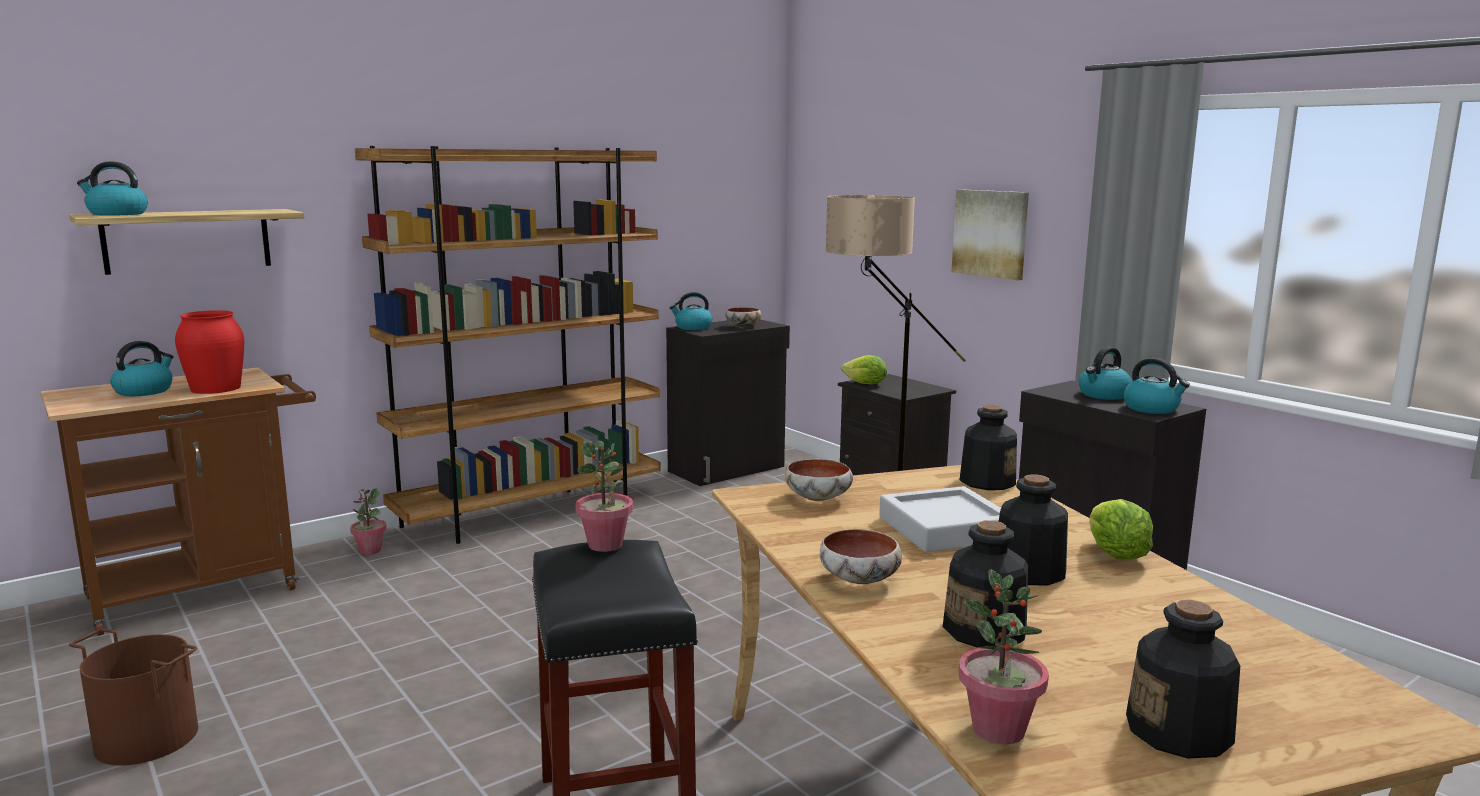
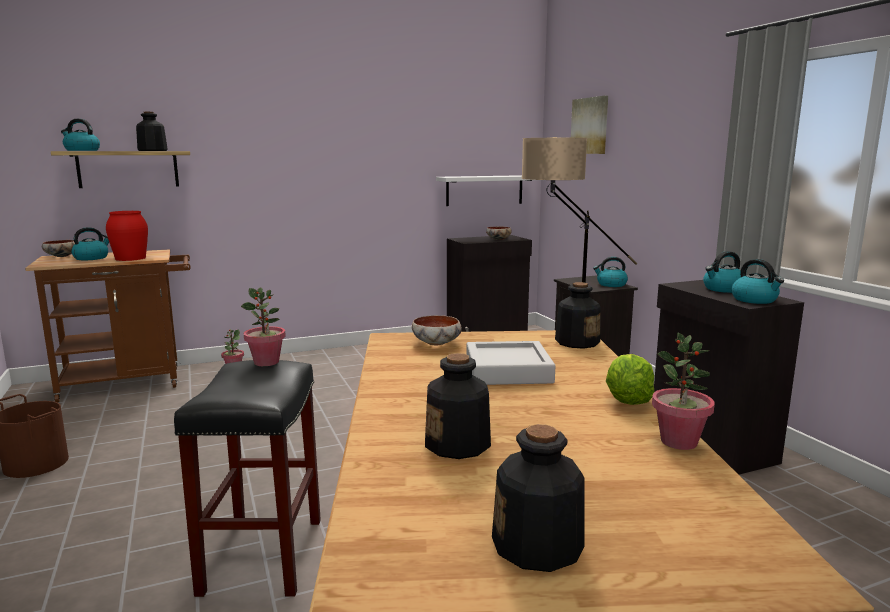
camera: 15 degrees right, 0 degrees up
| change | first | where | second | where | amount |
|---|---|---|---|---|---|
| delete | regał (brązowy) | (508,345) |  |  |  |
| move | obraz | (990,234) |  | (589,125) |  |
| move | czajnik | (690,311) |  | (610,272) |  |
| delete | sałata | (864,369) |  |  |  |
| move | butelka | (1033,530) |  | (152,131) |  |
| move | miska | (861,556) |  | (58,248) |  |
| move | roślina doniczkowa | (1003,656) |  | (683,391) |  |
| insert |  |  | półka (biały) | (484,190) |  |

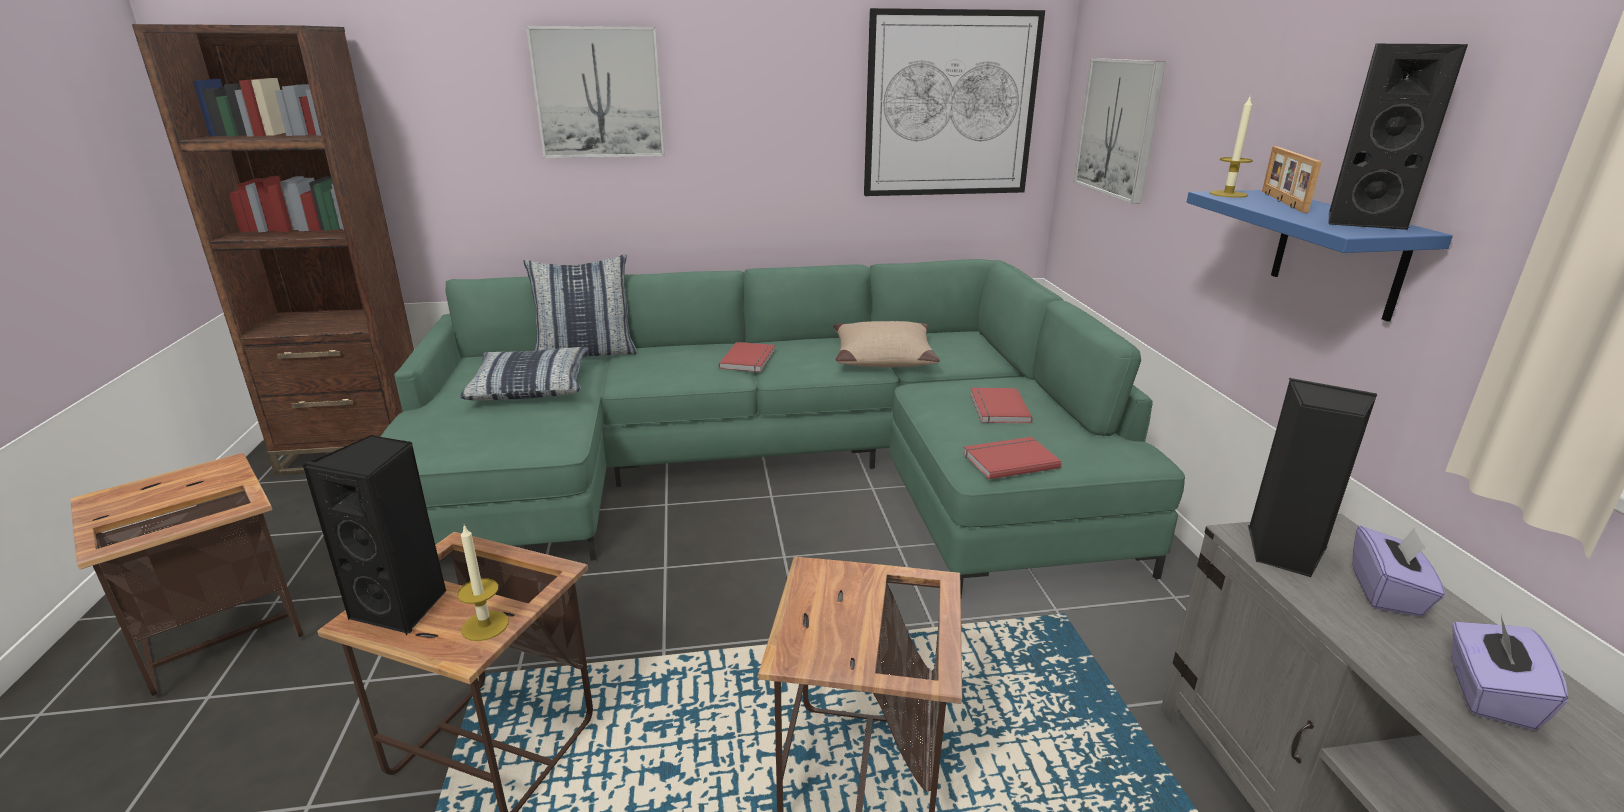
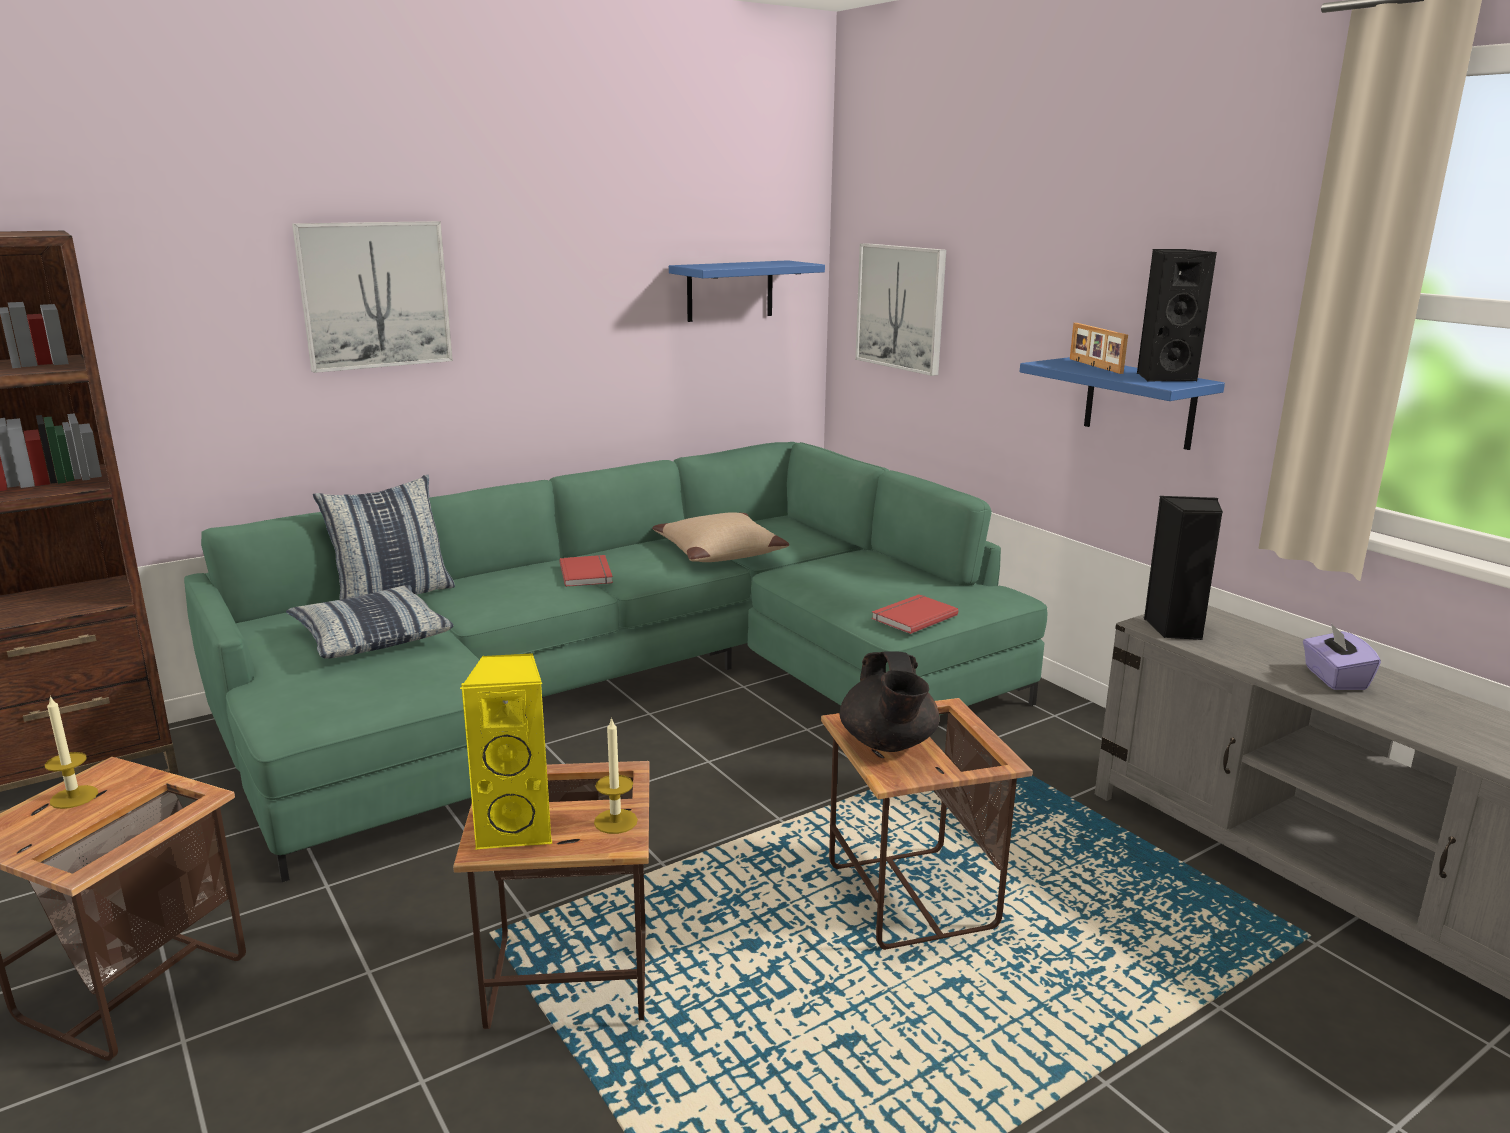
camera: 25 degrees left, 5 degrees down
| change | first | where | second | where | amount |
|---|---|---|---|---|---|
| replace | obraz | (954,102) | półka (niebieski) | (747,291) |  |
| move | świeca | (1231,146) |  | (71,752) |  |
| delete | książka (czerwony) | (1001,405) |  |  |  |
| recolor | głośnik (czarny) | (375,535) | głośnik (żółty) | (506,751) |  |
| delete | pudełko chusteczek (fioletowy) | (1398,571) |  |  |  |
| insert |  |  | imbryk (czarny) | (889,701) |  |

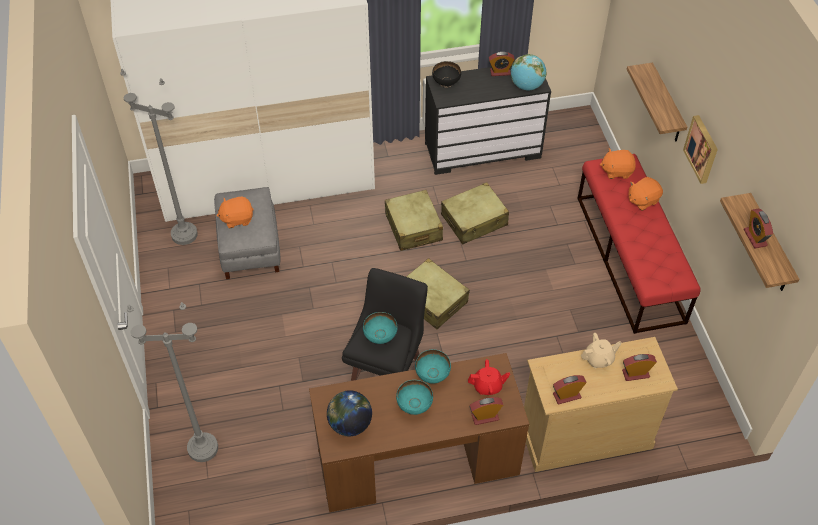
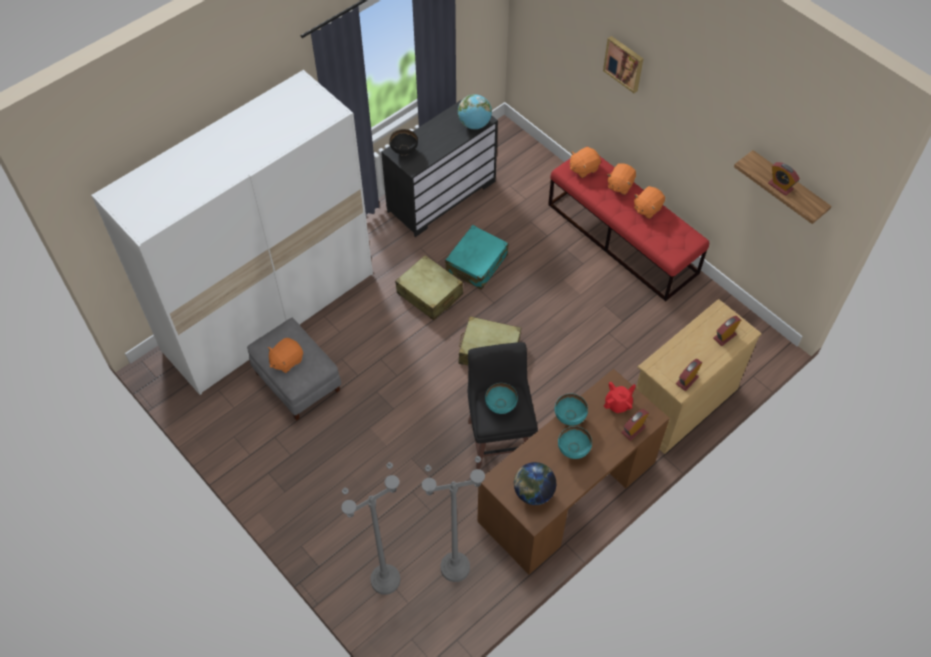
camera: 30 degrees left, 5 degrees up
| change | first | where | second | where | amount |
|---|---|---|---|---|---|
| delete | budzik | (501,64) |  |  |  |
| delete | półka | (657,102) |  |  |  |
| move | lampa stojąca (szary) | (159,157) |  | (453,519) |  |
| move | obraz | (700,149) |  | (623,64) |  |
| recolor | walizka (beżowy) | (475,213) | walizka (turkusowy) | (476,257) |  |
| delete | imbryk (beżowy) | (601,350) |  |  |  |
| insert |  |  | pluszak (pomarańczowy) | (649,202) |  |

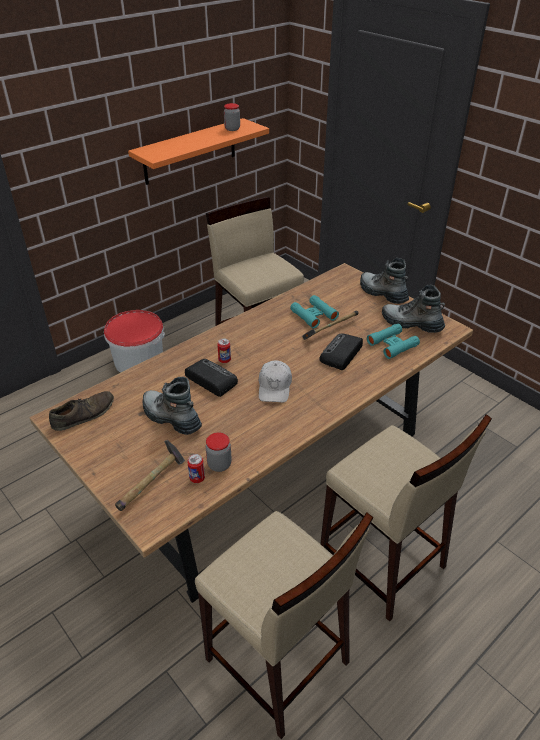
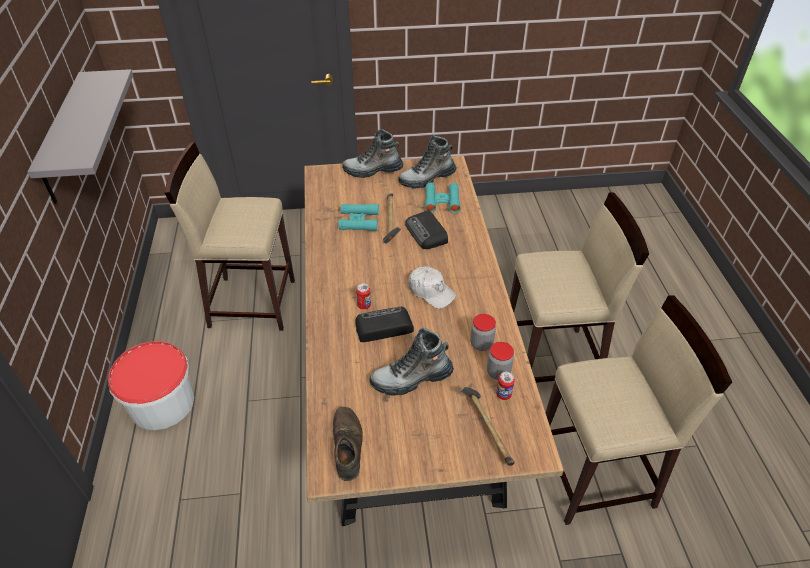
camera: 55 degrees left, 5 degrees up
| change | first | where | second | where | amount |
|---|---|---|---|---|---|
| move | słoik | (232,117) |  | (483,332) |  |
| recolor | półka (pomarańczowy) | (198,151) | półka (szary) | (80,136) |  |

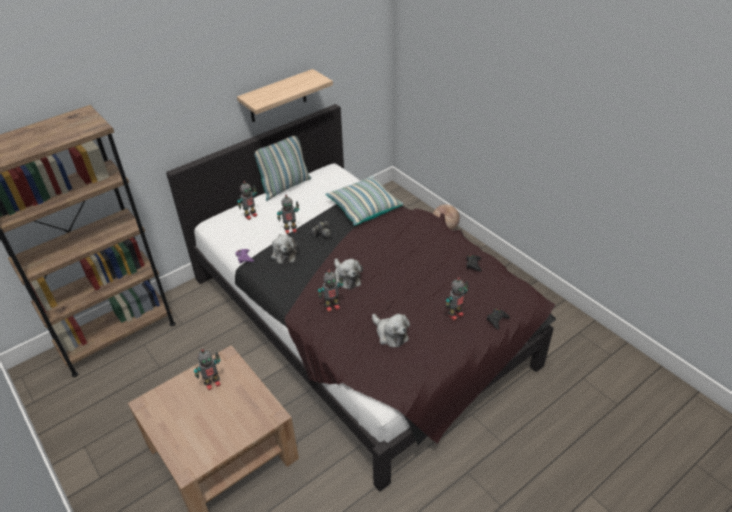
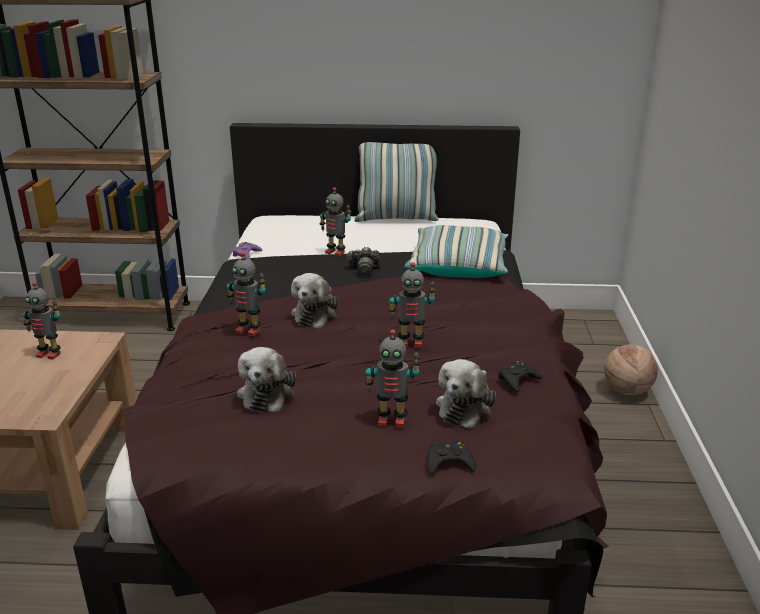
camera: 40 degrees right, 15 degrees down
| change | first | where | second | where | amount |
|---|---|---|---|---|---|
| delete | półka | (285,95) |  |  |  |
| move | robot zabawkowy | (247,200) |  | (412,305) |  |
| move | pluszak | (285,249) |  | (466,394) |  |

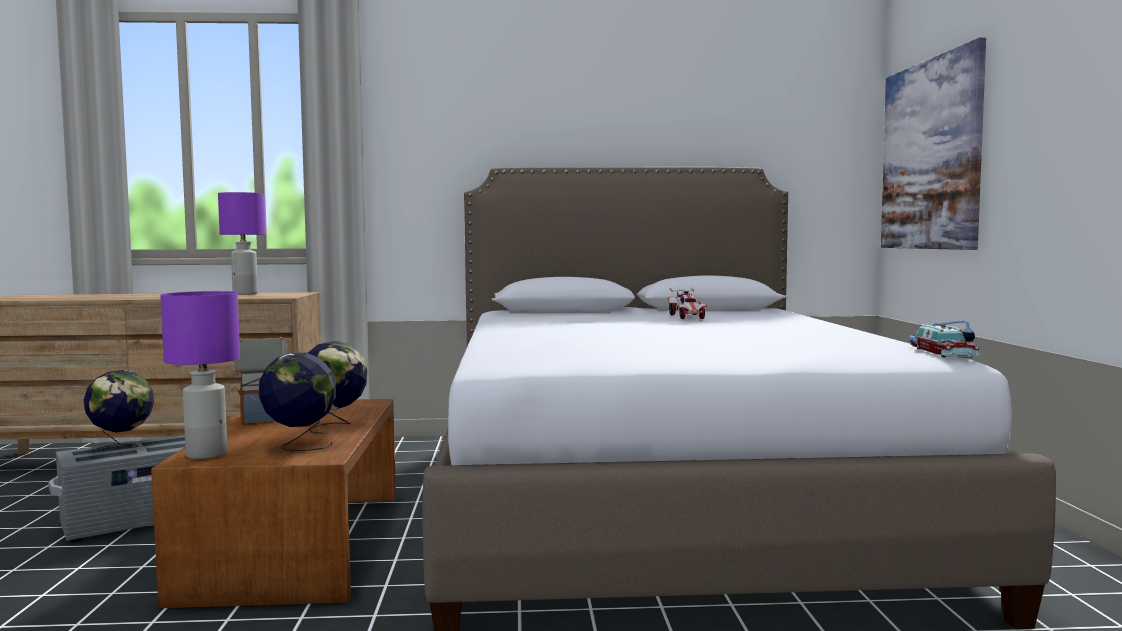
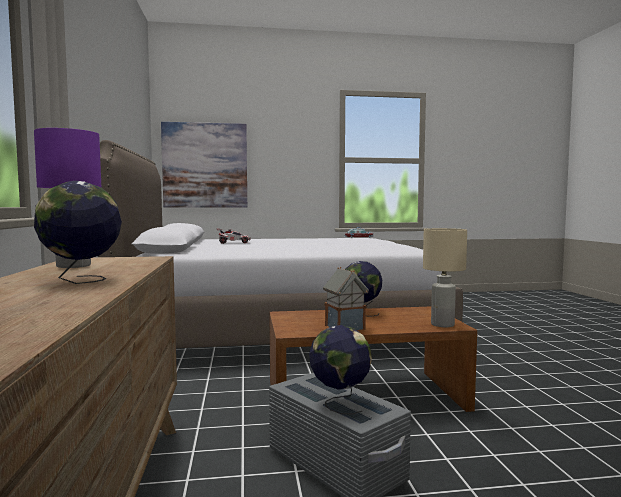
camera: 95 degrees left, 0 degrees up
| change | first | where | second | where | amount |
|---|---|---|---|---|---|
| recolor | lampa stołowa (fioletowy) | (200,375) | lampa stołowa (beżowy) | (445,277) |  |
| move | globus | (298,401) |  | (78,232) |  |

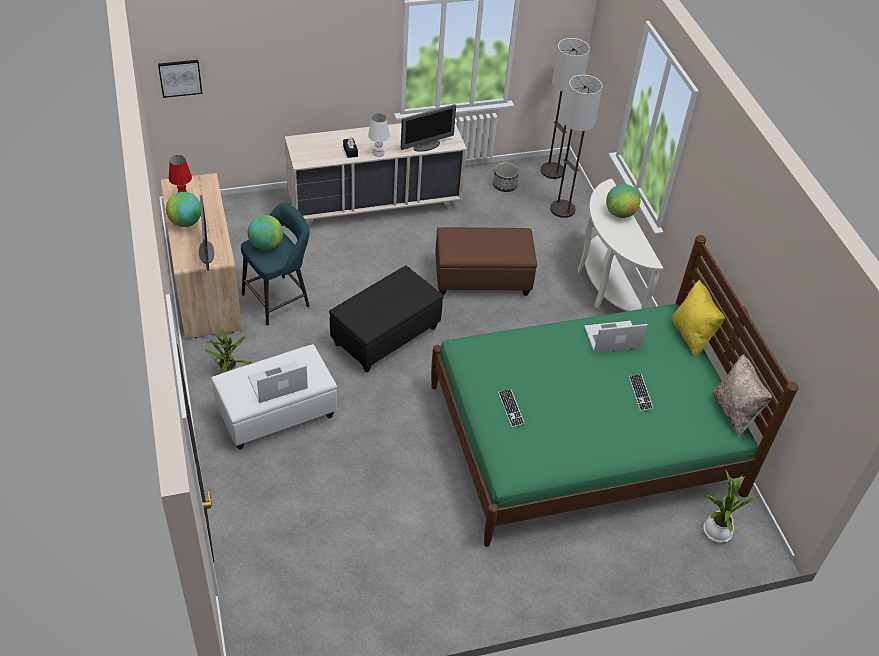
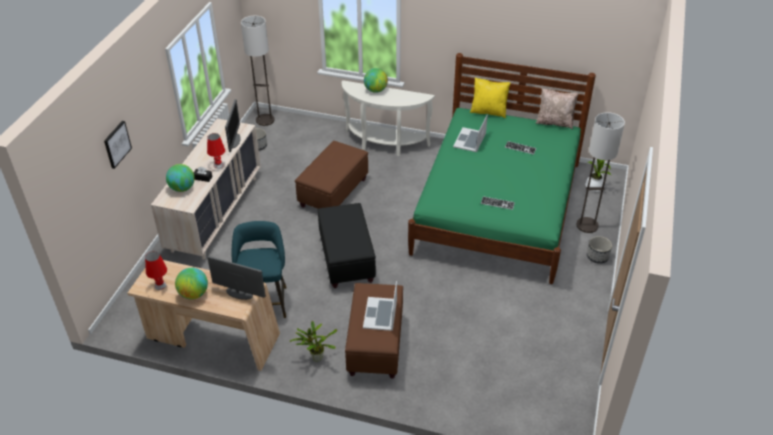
camera: 55 degrees left, 5 degrees down
| change | first | where | second | where | amount |
|---|---|---|---|---|---|
| move | obraz | (180,79) |  | (118,145) |  |
| move | lampa stojąca | (576,146) |  | (600,172) |  |
| recolor | lampa stołowa (biały) | (379,135) | lampa stołowa (czerwony) | (216,151) |  |
| move | globus | (265,232) |  | (180,178) |  |
| recolor | pufa (biały) | (274,397) | pufa (brązowy) | (374,331) |  |
| insert |  |  | donica | (599,250) |  |

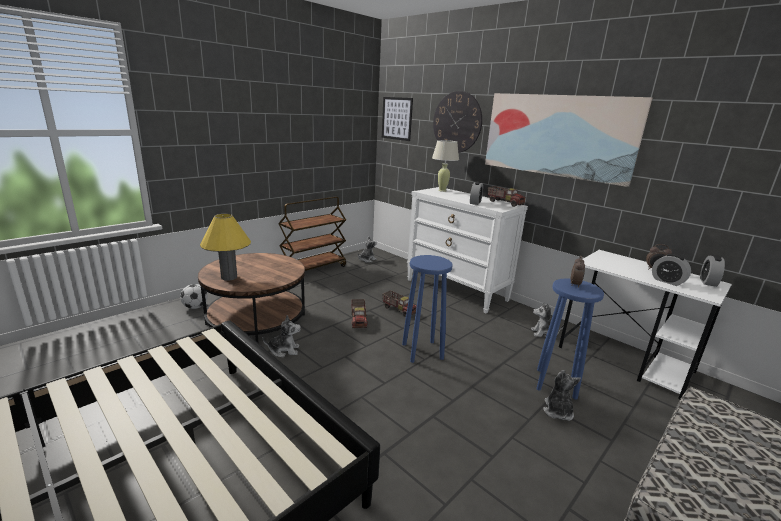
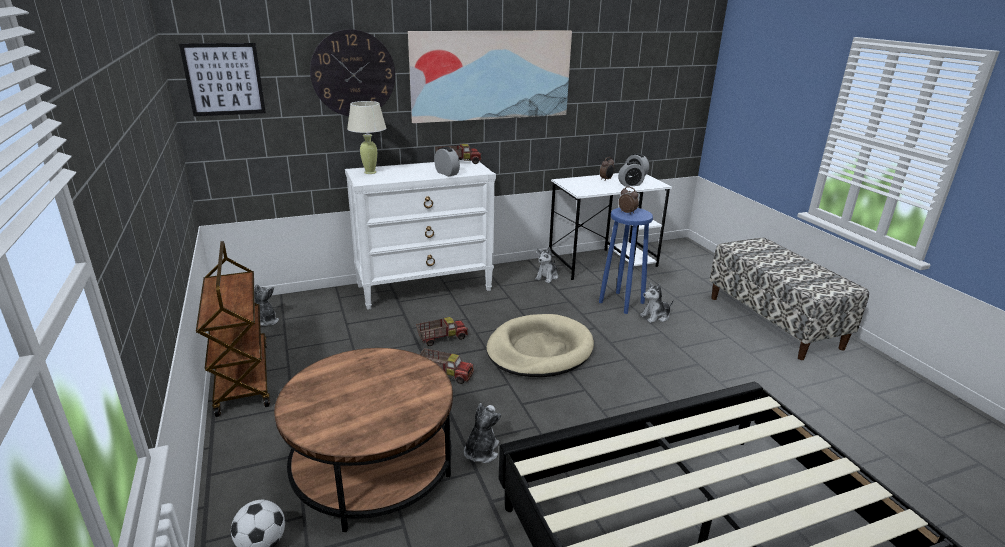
camera: 65 degrees left, 5 degrees up
| change | first | where | second | where | amount |
|---|---|---|---|---|---|
| delete | lampa stołowa (żółty) | (225,247) |  |  |  |
| replace | stołek (niebieski) | (427,309) | legowisko (beżowy) | (540,345) |  |
| rotate | pluszak | (562,395) |  | (657,302) | 60 degrees counterclockwise |

